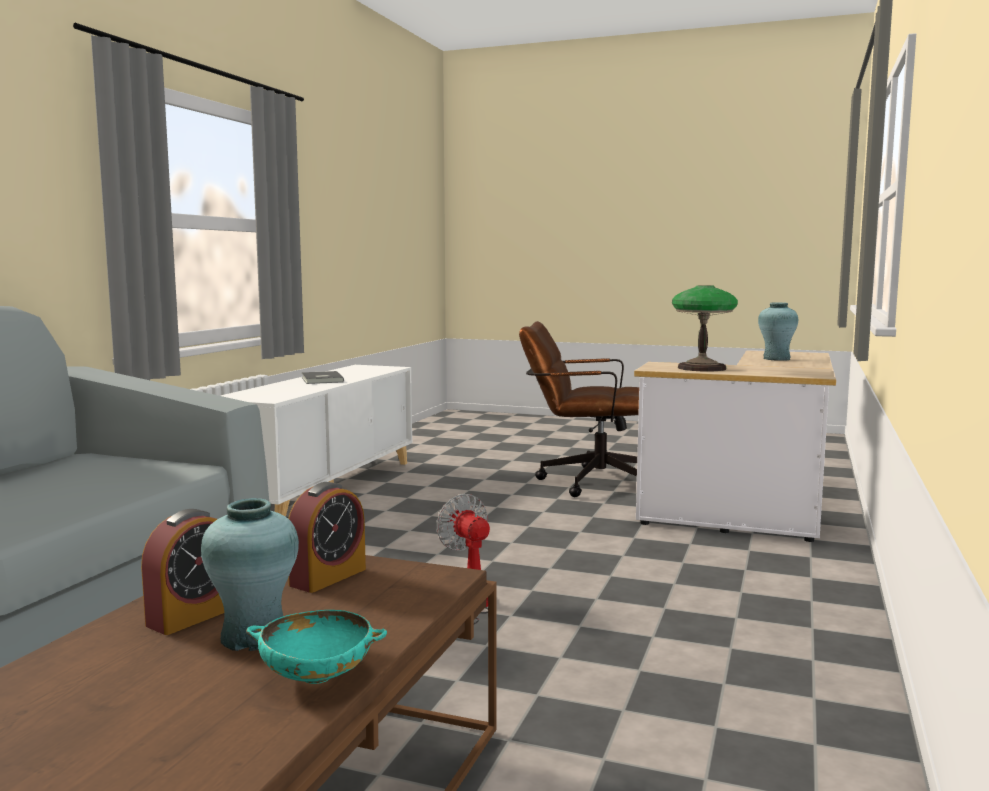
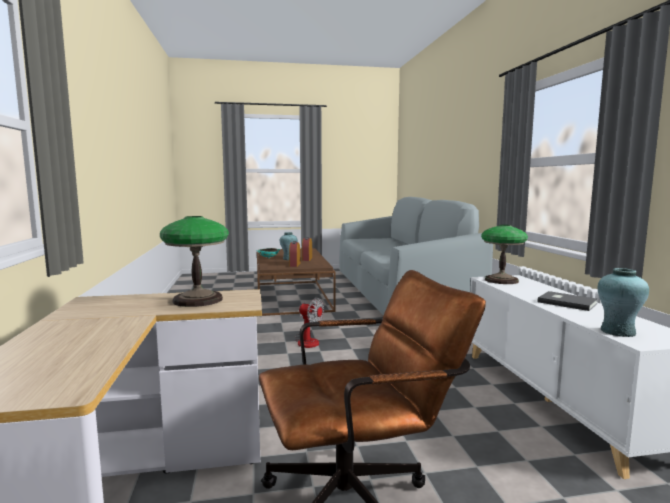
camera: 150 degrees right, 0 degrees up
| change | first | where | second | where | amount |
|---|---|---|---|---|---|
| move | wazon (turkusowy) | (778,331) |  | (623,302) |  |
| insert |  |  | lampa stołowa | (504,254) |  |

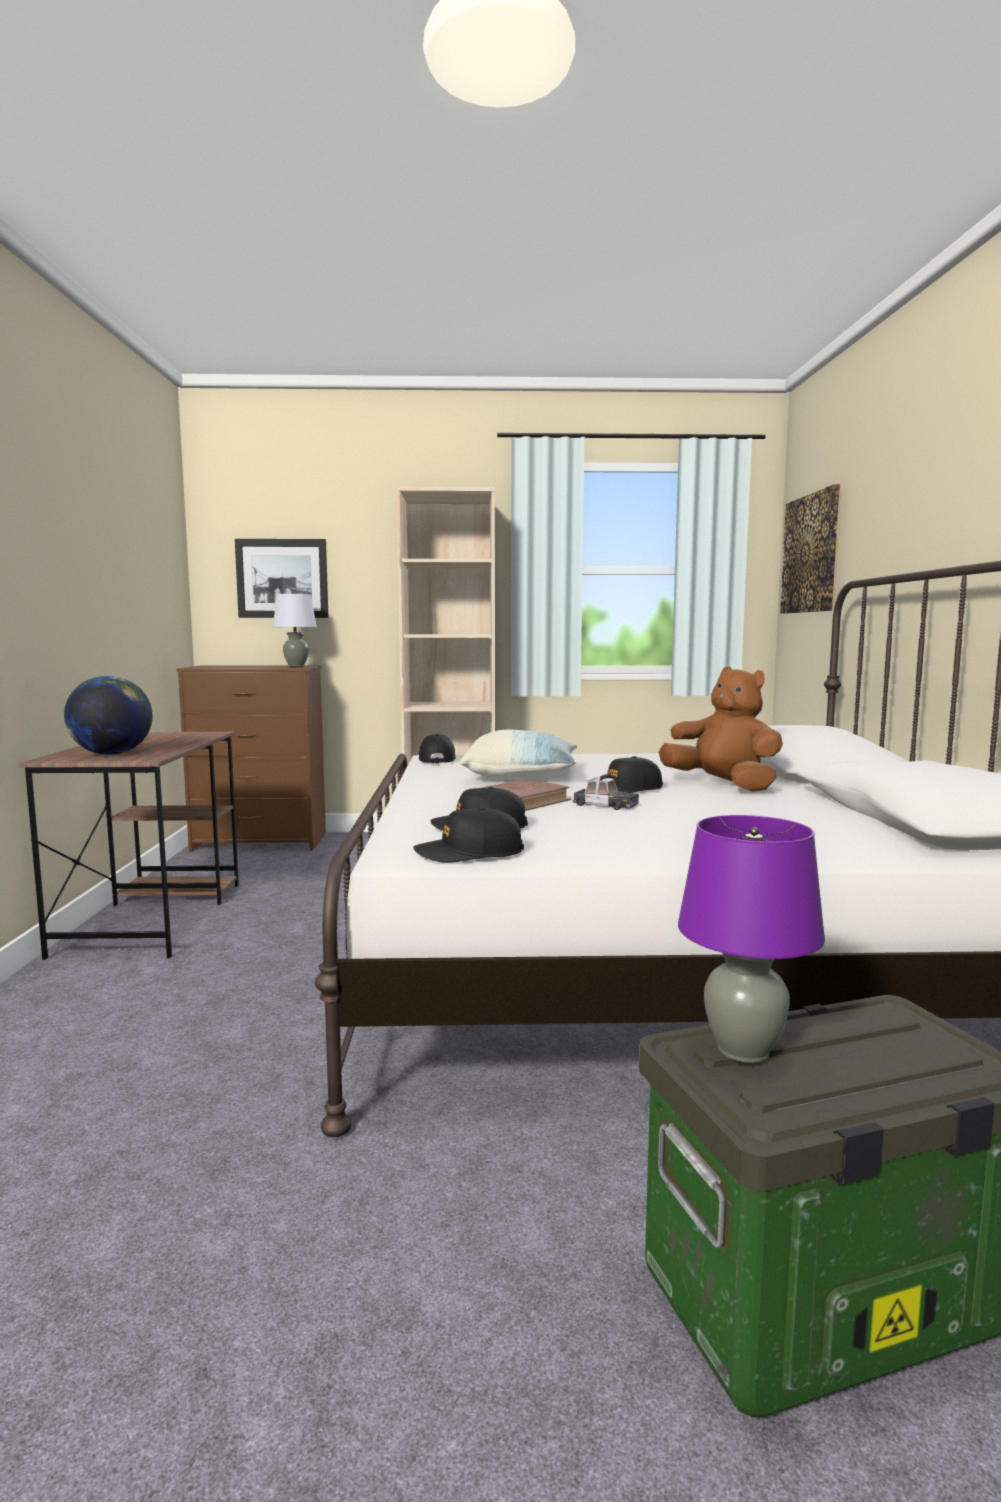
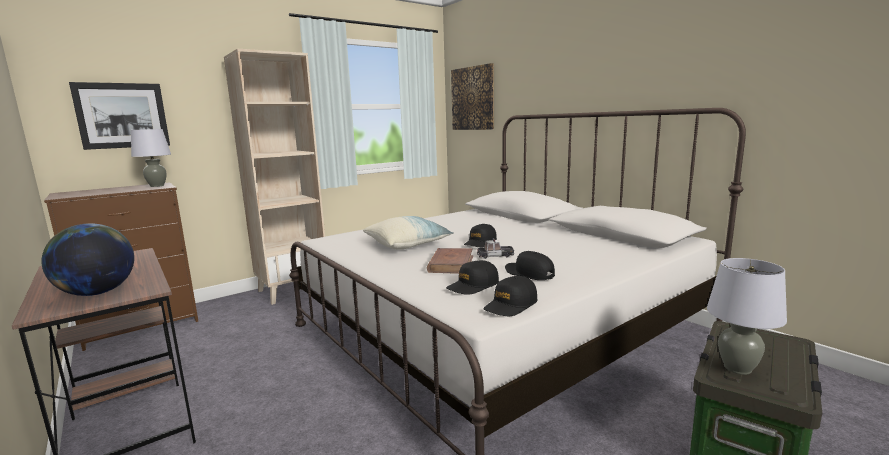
camera: 35 degrees left, 5 degrees up
| change | first | where | second | where | amount |
|---|---|---|---|---|---|
| delete | pluszak (brązowy) | (721,729) |  |  |  |
| move | czapka z daszkiem (czarny) | (437,748) |  | (530,265) |  |
| recolor | lampa stołowa (fioletowy) | (751,939) | lampa stołowa (szary) | (747,316) |  |

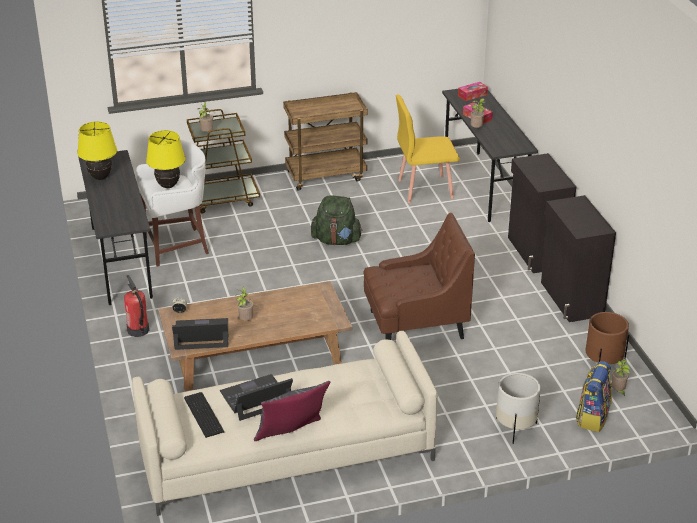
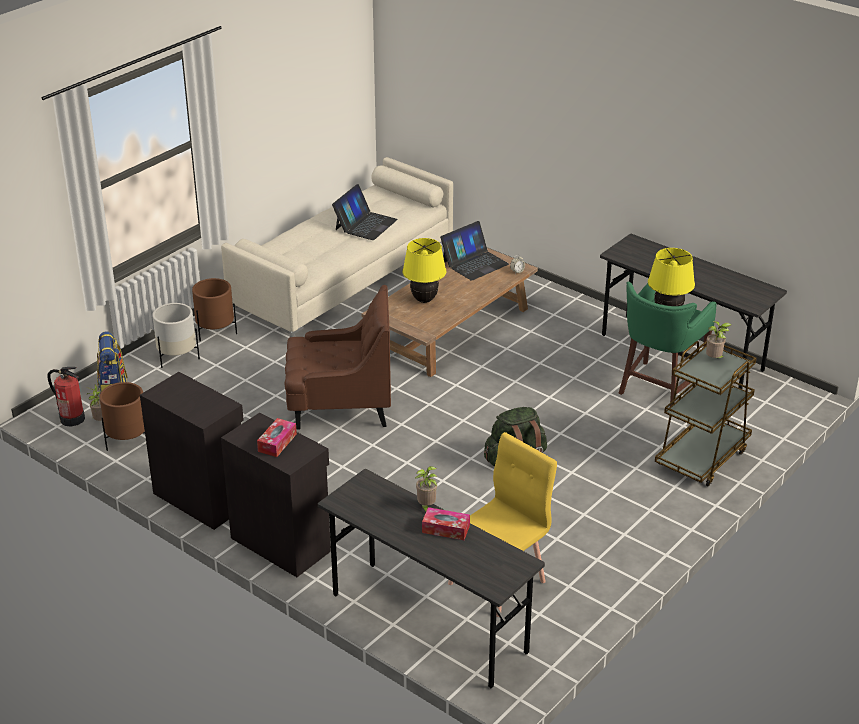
camera: 145 degrees right, 0 degrees up
| change | first | where | second | where | amount |
|---|---|---|---|---|---|
| move | pudełko chusteczek | (473,91) |  | (277,437) |  |
| delete | wózek (brązowy) | (325,141) |  |  |  |
| move | lampa stołowa (żółty) | (97,151) |  | (424,270) |  |
| recolor | stołek (biały) | (172,202) | stołek (zielony) | (668,344) |  |
| rotate | fotel (brązowy) | (419,276) |  | (338,357) | 135 degrees counterclockwise |
| move | gaśnica | (136,306) |  | (66,396) |  |
| delete | roślina doniczkowa | (244,304) |  |  |  |
| delete | poduszka (szary) | (292,411) |  |  |  |
| delete | klawiatura | (204,415) |  |  |  |
| insert |  |  | donica (brązowy) | (214,309) |  |

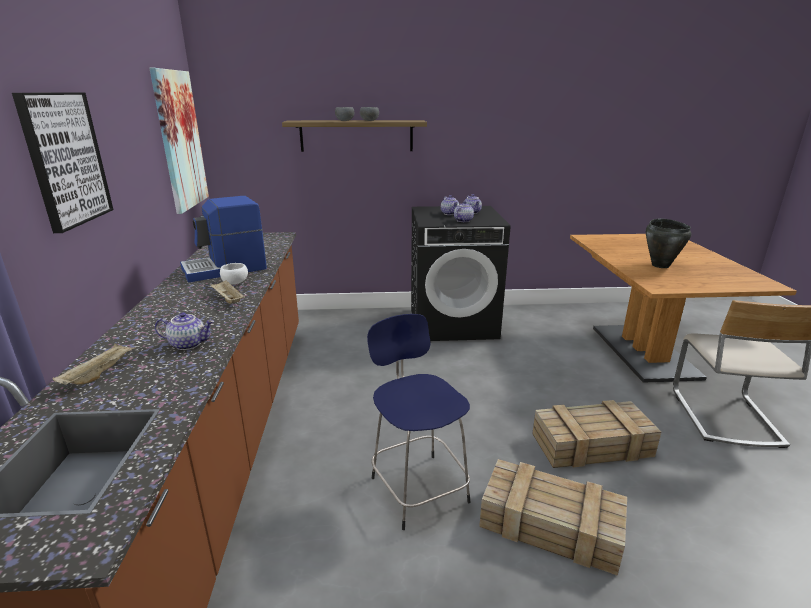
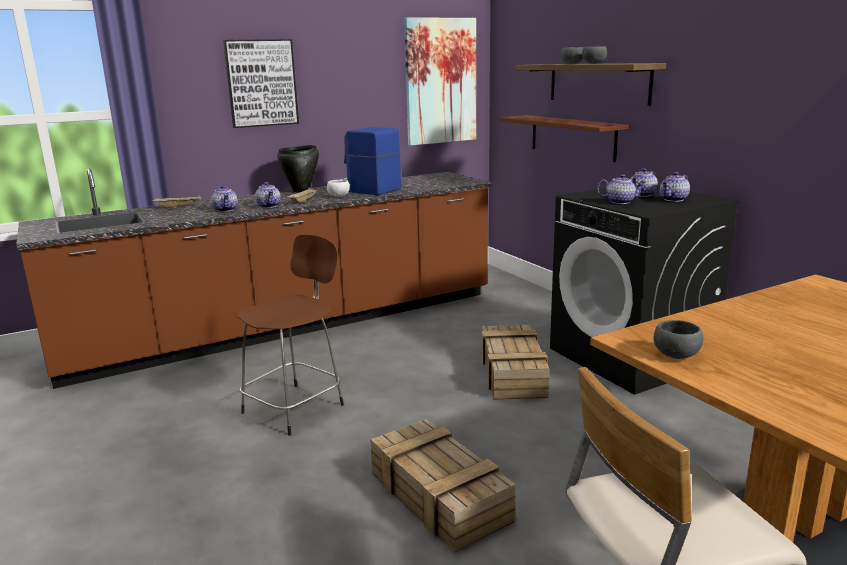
camera: 65 degrees right, 5 degrees down
| change | first | where | second | where | amount |
|---|---|---|---|---|---|
| move | garnek (czarny) | (668,243) |  | (298,169) |  |
| recolor | stołek (niebieski) | (418,422) | stołek (brązowy) | (290,335) |  |
| move | skrzynka | (553,517) |  | (515,362) |  |
| insert |  |  | półka (brązowy) | (564,138) |  |
| insert |  |  | imbryk | (268,195) |  |
| insert |  |  | miska (szary) | (678,339) |  |

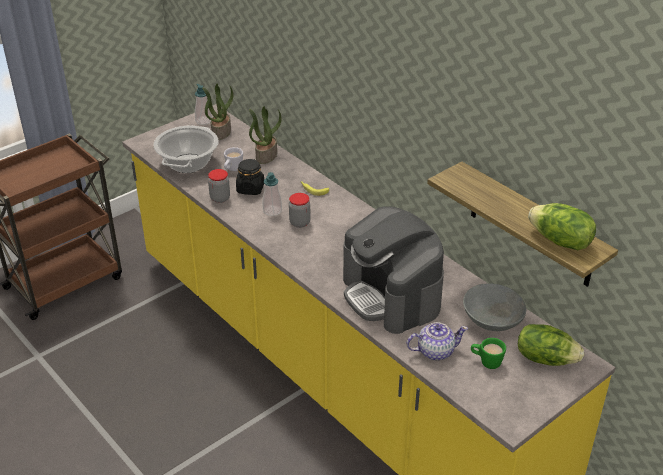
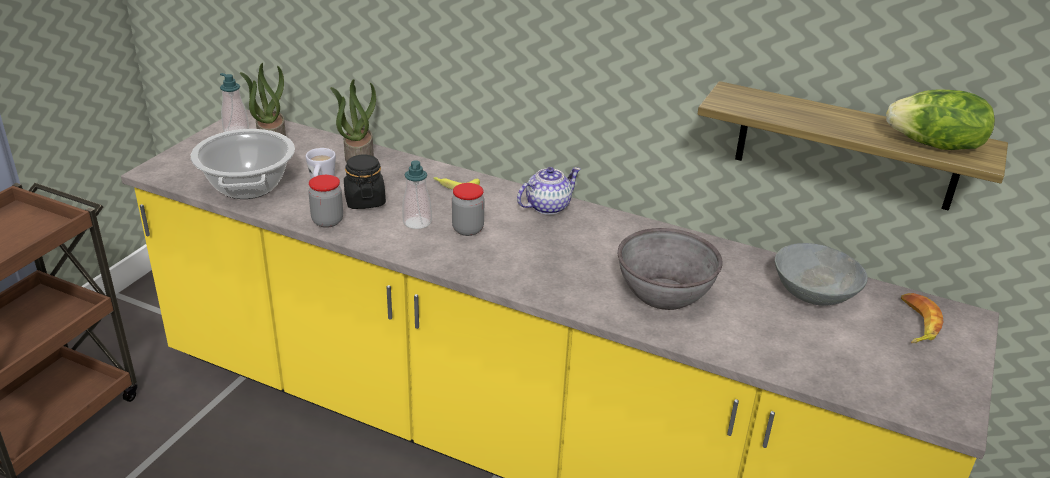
camera: 25 degrees left, 5 degrees down
| change | first | where | second | where | amount |
|---|---|---|---|---|---|
| replace | ekspres do kawy | (393,270) | miska (szary) | (670,269) |  |
| move | imbryk | (437,341) |  | (549,191) |  |
| replace | sałata | (551,345) | banan | (922,318) |  |
| delete | kubek (zielony) | (488,353) |  |  |  |

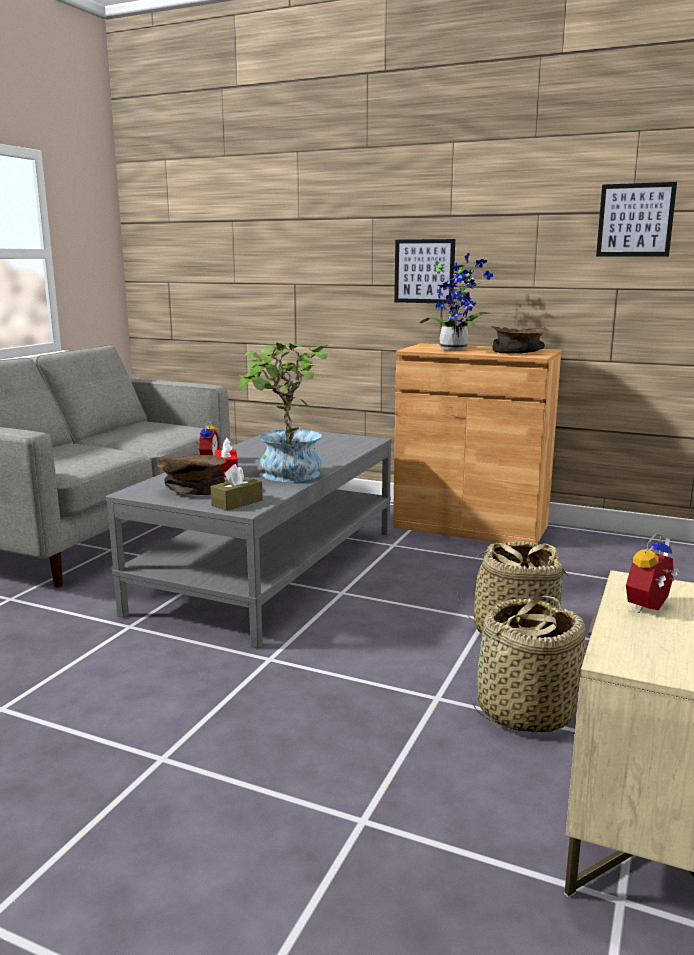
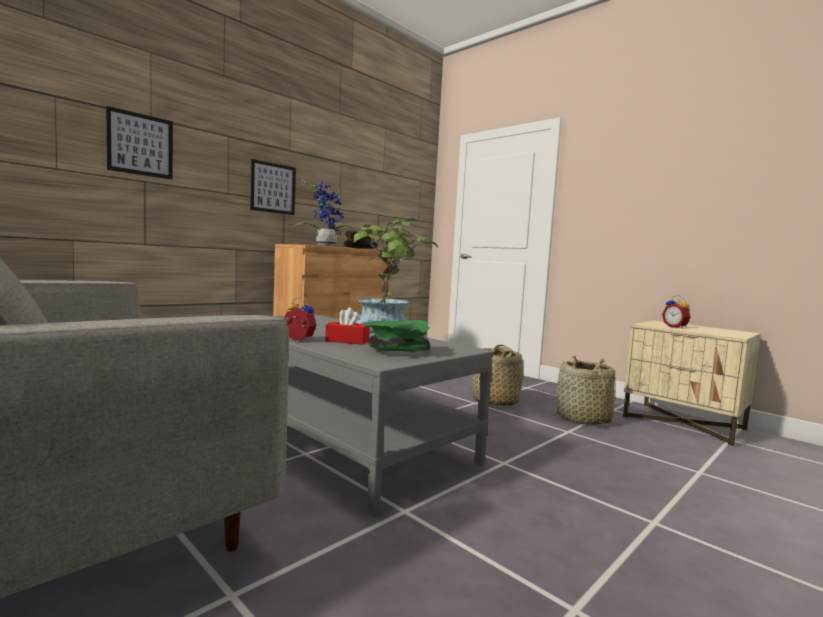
camera: 70 degrees left, 10 degrees down
| change | first | where | second | where | amount |
|---|---|---|---|---|---|
| move | obraz | (636,219) |  | (139,143) |  |
| recolor | miska (brązowy) | (191,475) | miska (zielony) | (396,336) |  |
| delete | pudełko chusteczek (brązowy) | (237,487) |  |  |  |

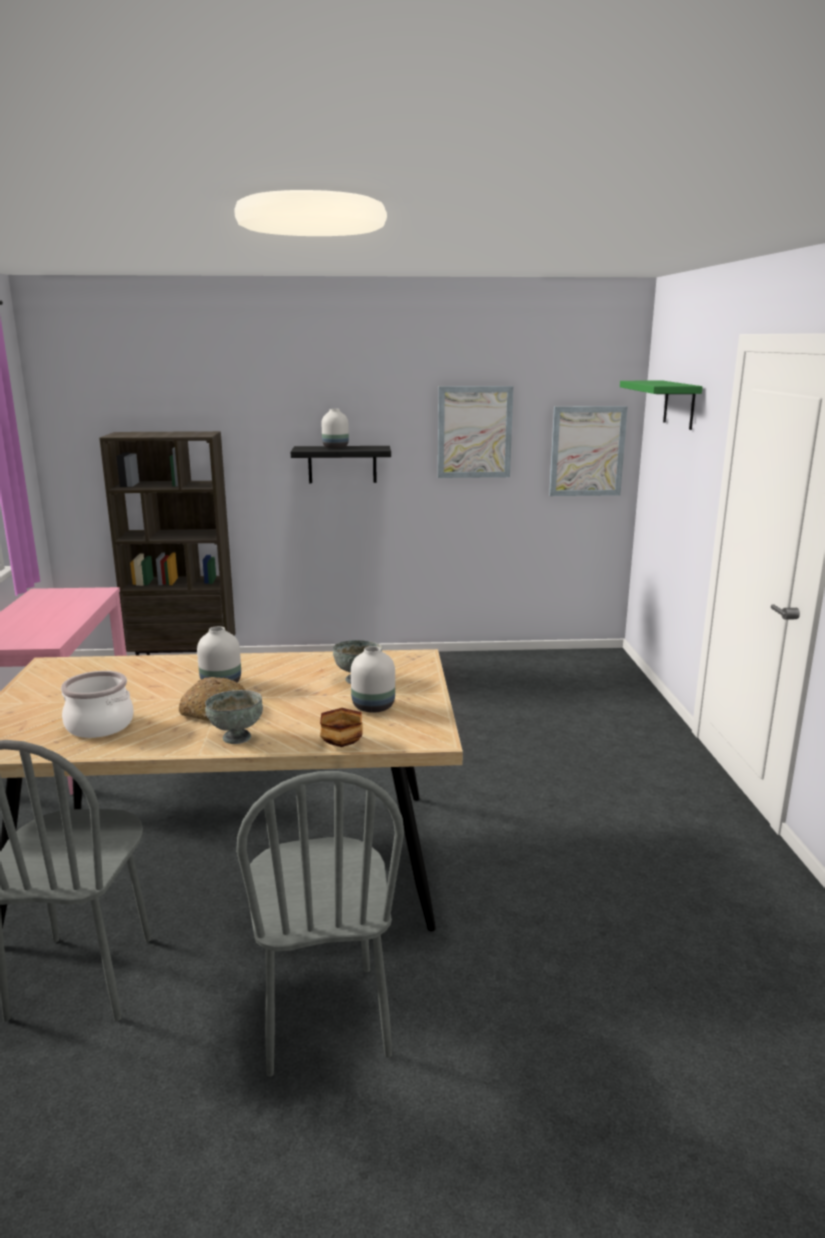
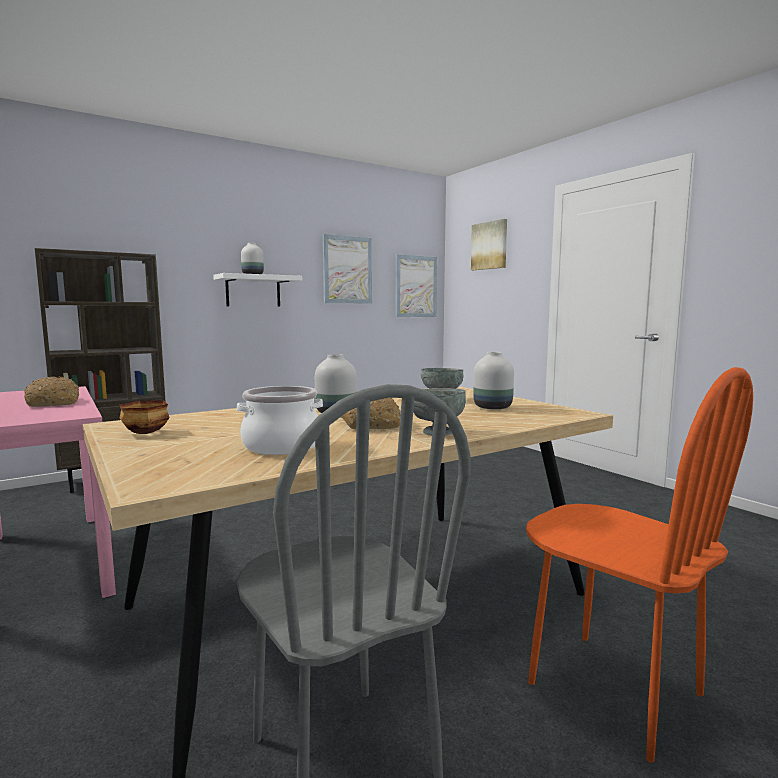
camera: 30 degrees left, 10 degrees down
| change | first | where | second | where | amount |
|---|---|---|---|---|---|
| replace | półka (zielony) | (661,405) | obraz | (489,244) |  |
| recolor | półka (czarny) | (341,464) | półka (biały) | (257,290) |  |
| move | miska | (341,727) |  | (144,417) |  |
| recolor | krzesło (szary) | (320,924) | krzesło (pomarańczowy) | (639,565) |  |
| insert |  |  | chleb | (51,392) |  |

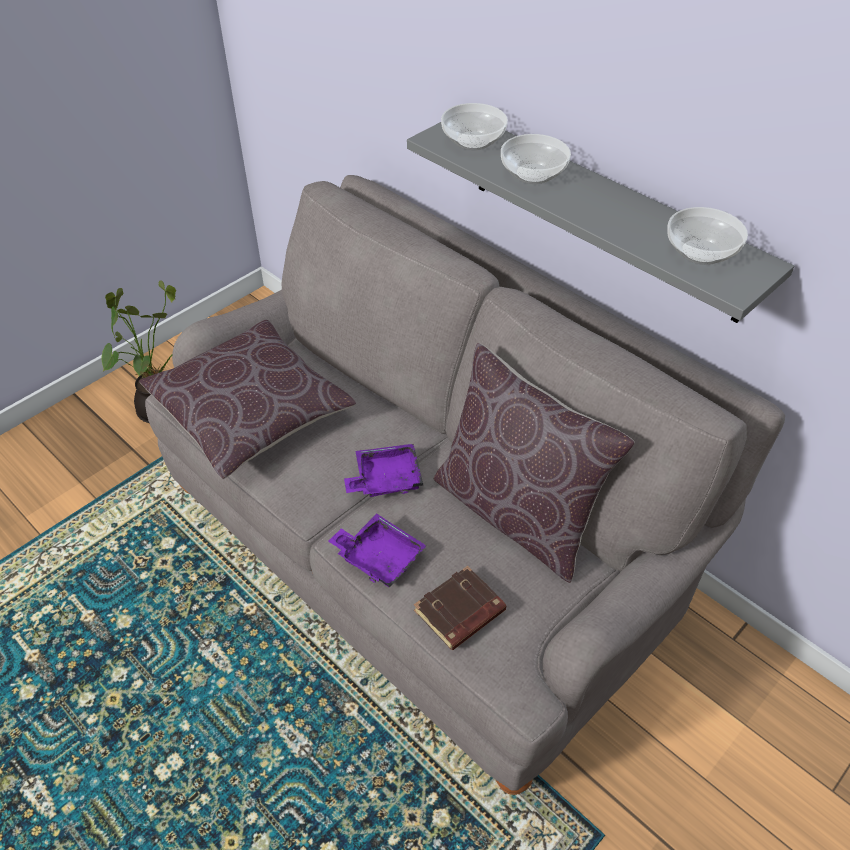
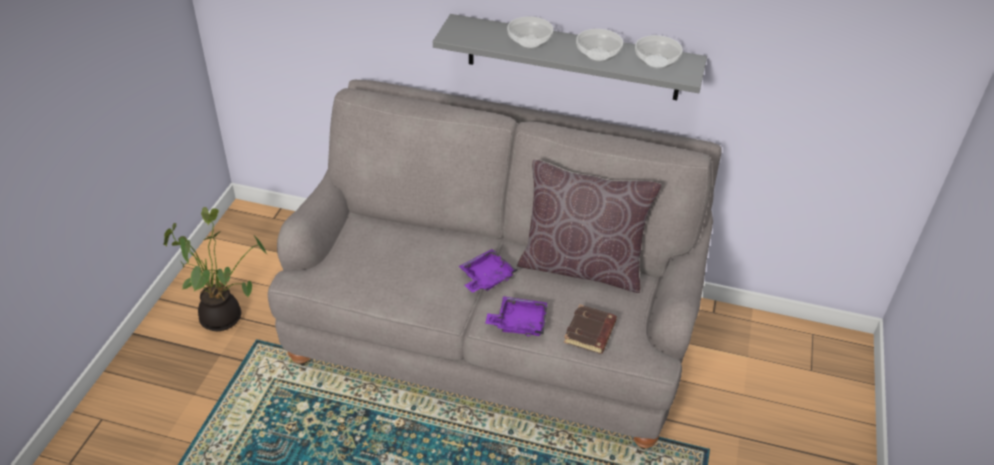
camera: 30 degrees left, 5 degrees down
| change | first | where | second | where | amount |
|---|---|---|---|---|---|
| move | miska | (474,126) |  | (599,45) |  |
| delete | poduszka (brązowy) | (247,399) |  |  |  |

